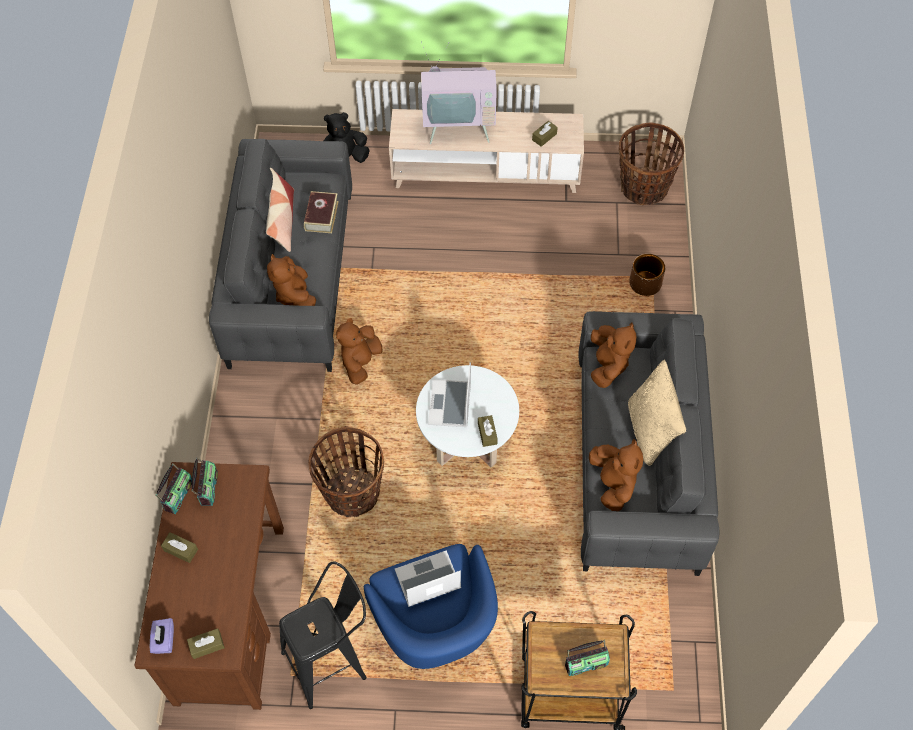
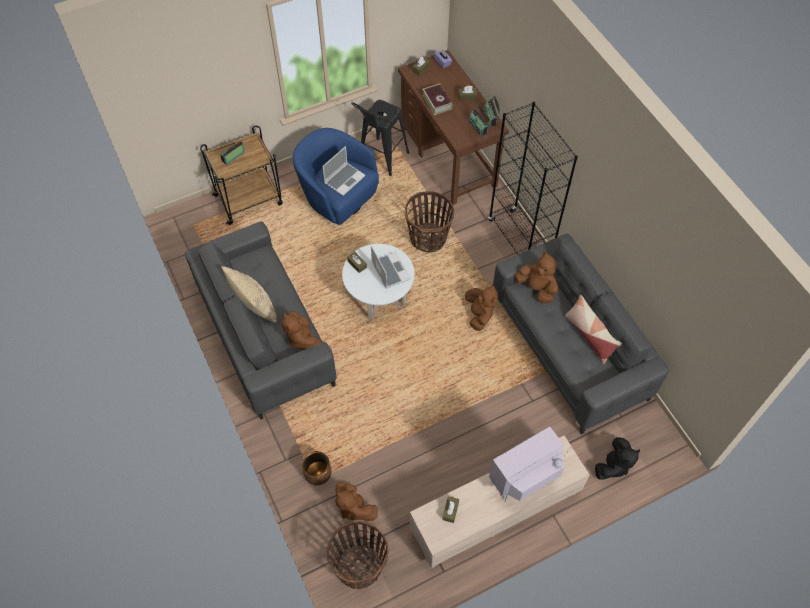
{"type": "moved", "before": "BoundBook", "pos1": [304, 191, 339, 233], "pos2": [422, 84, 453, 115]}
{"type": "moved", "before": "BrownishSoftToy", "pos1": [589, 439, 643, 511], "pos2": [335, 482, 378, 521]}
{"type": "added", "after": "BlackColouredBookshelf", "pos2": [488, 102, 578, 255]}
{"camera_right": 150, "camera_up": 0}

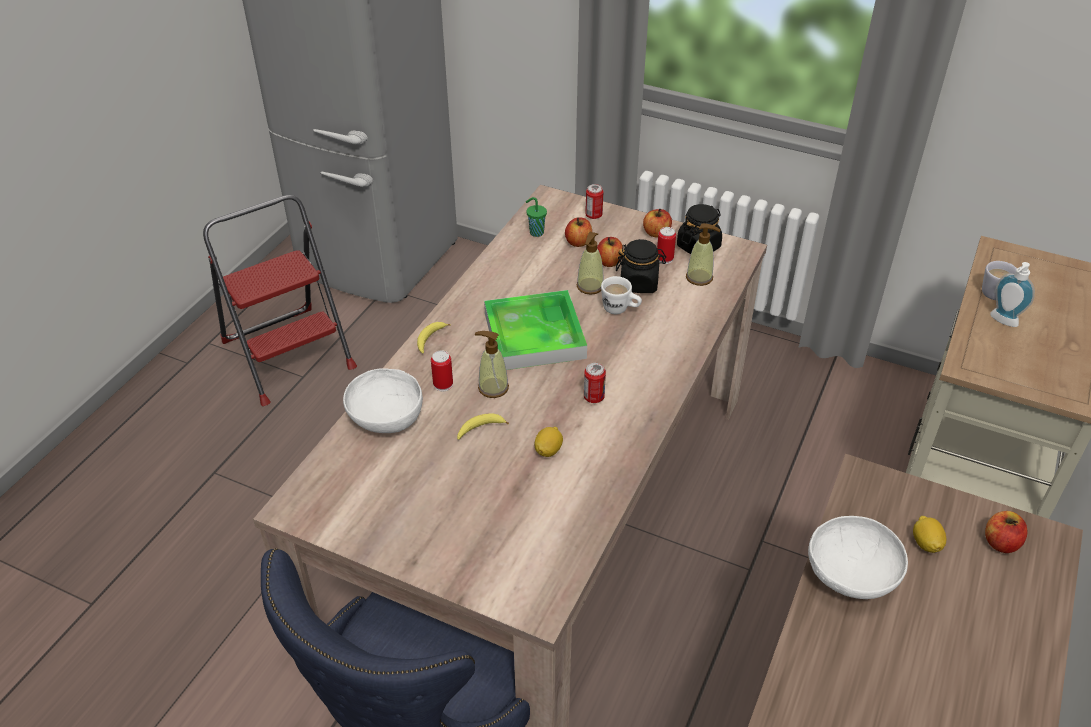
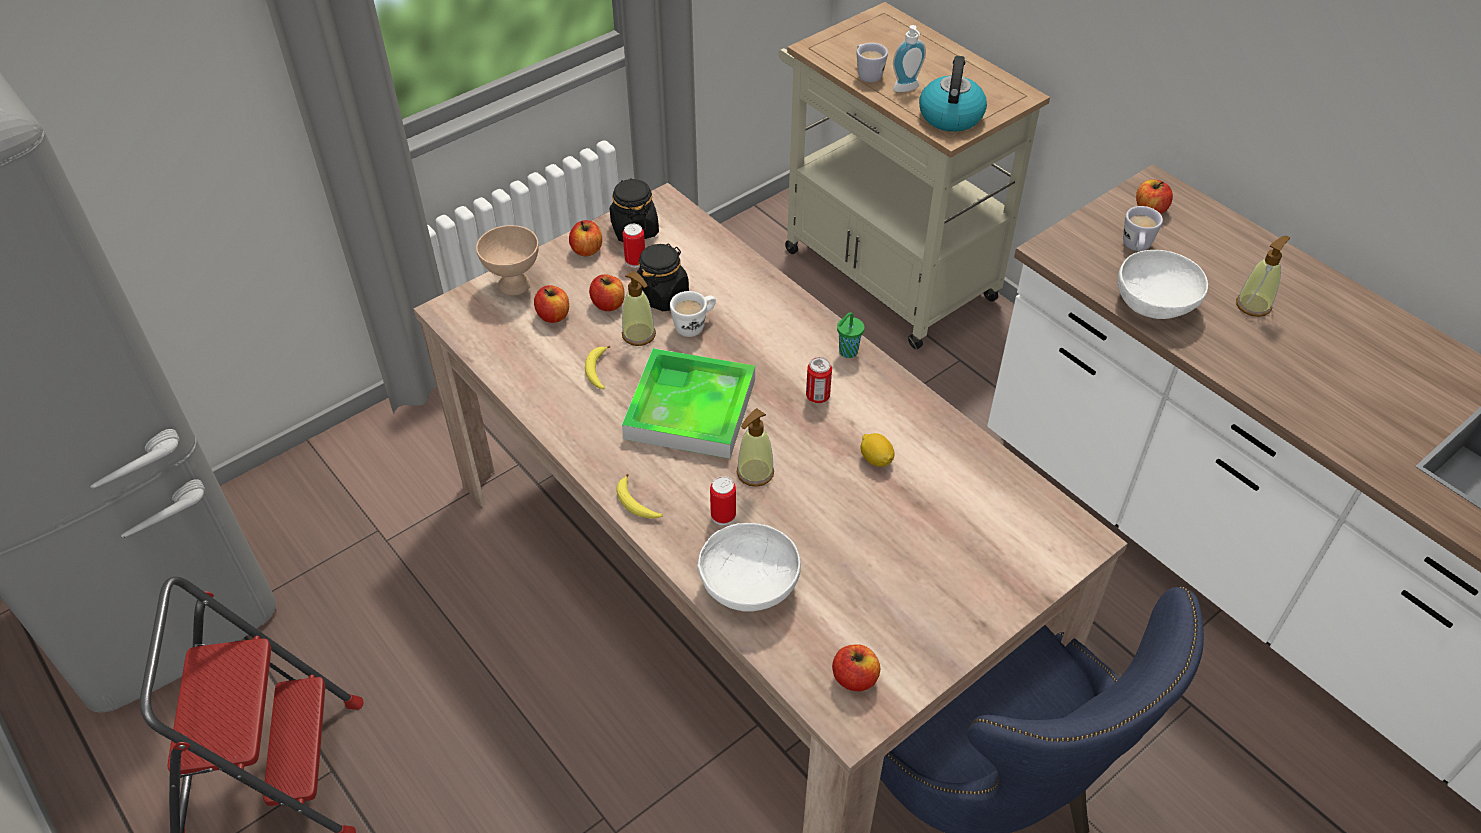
{"type": "replaced", "before": "MetalCan", "after": "SandColouredBowl", "pos1": [585, 184, 603, 219], "pos2": [476, 225, 539, 296]}
{"type": "moved", "before": "GreenishSmallCup", "pos1": [526, 197, 547, 237], "pos2": [837, 312, 864, 358]}
{"type": "moved", "before": "LiquidSoapBottle", "pos1": [686, 223, 721, 286], "pos2": [1236, 236, 1290, 317]}
{"type": "moved", "before": "WholeBanana", "pos1": [457, 413, 509, 440], "pos2": [585, 346, 610, 389]}
{"type": "replaced", "before": "Lemon", "after": "WhiteColouredTeaMug", "pos1": [913, 516, 946, 553], "pos2": [1123, 206, 1163, 251]}
{"type": "added", "after": "TeaKettle", "pos2": [919, 56, 987, 132]}
{"type": "added", "after": "AppleFruit", "pos2": [832, 644, 880, 691]}
{"camera_right": -65, "camera_up": 5}

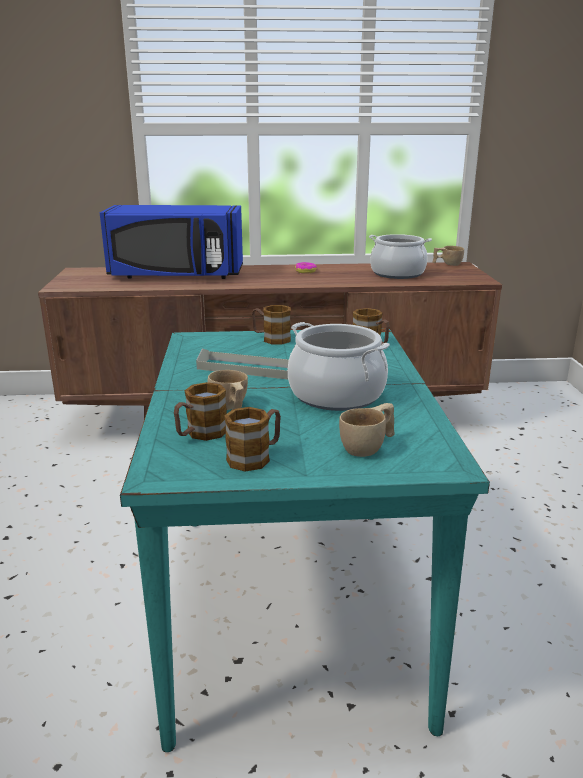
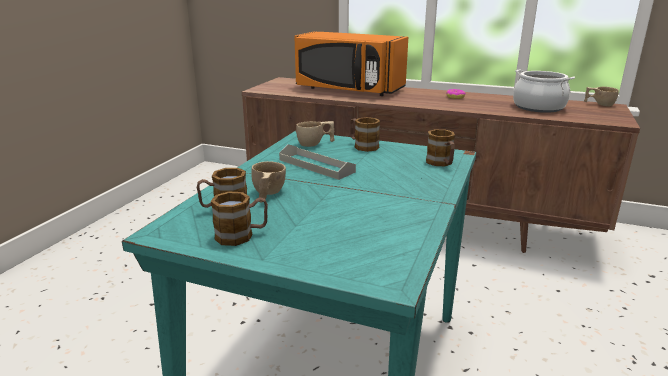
{"type": "recoloured", "before": "BlueColouredMicrowave", "after": "OrangeMicrowave", "pos1": [100, 205, 243, 279], "pos2": [294, 31, 408, 96]}
{"type": "removed", "before": "Saucepot", "pos1": [288, 322, 390, 411]}
{"type": "moved", "before": "SandColouredSmallCup", "pos1": [339, 403, 395, 457], "pos2": [296, 121, 335, 147]}
{"camera_right": 25, "camera_up": 0}

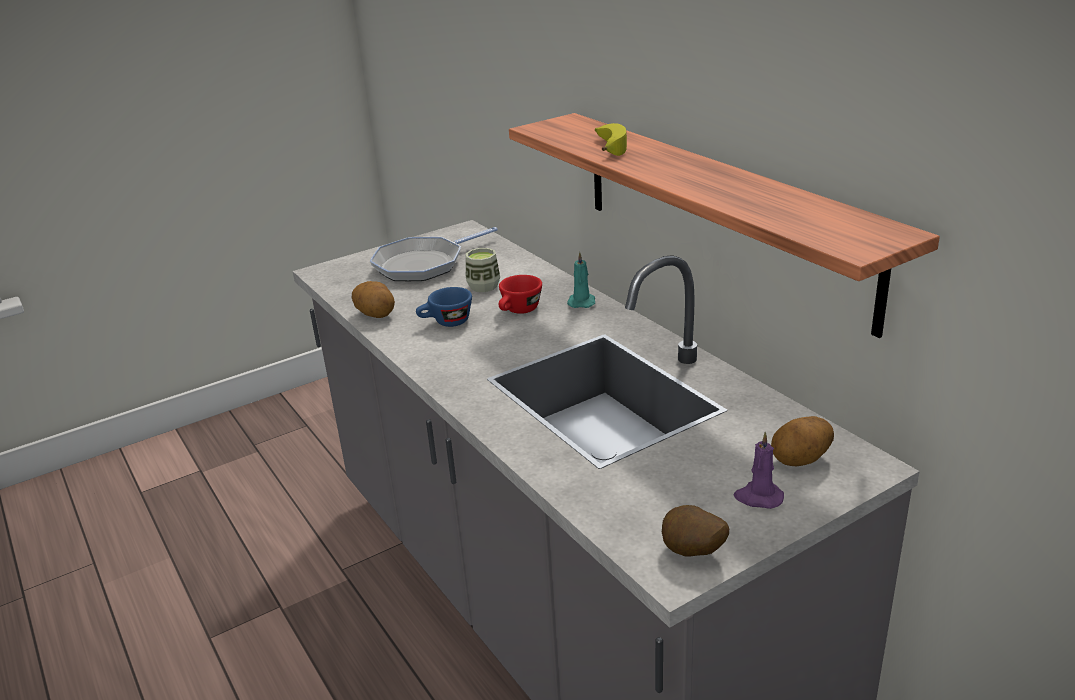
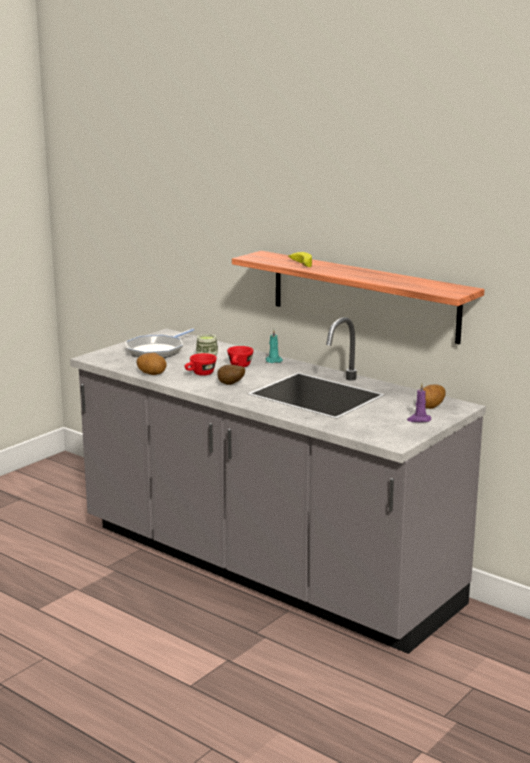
{"type": "recoloured", "before": "BlueColouredSmallCup", "after": "RedColouredSmallCup", "pos1": [416, 287, 472, 327], "pos2": [185, 353, 217, 376]}
{"type": "moved", "before": "WholePotato", "pos1": [662, 505, 729, 556], "pos2": [217, 364, 245, 385]}
{"camera_right": -20, "camera_up": -10}

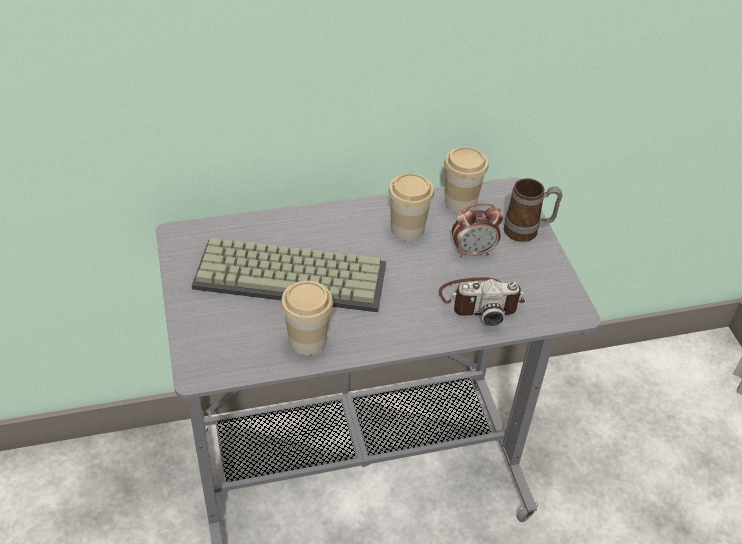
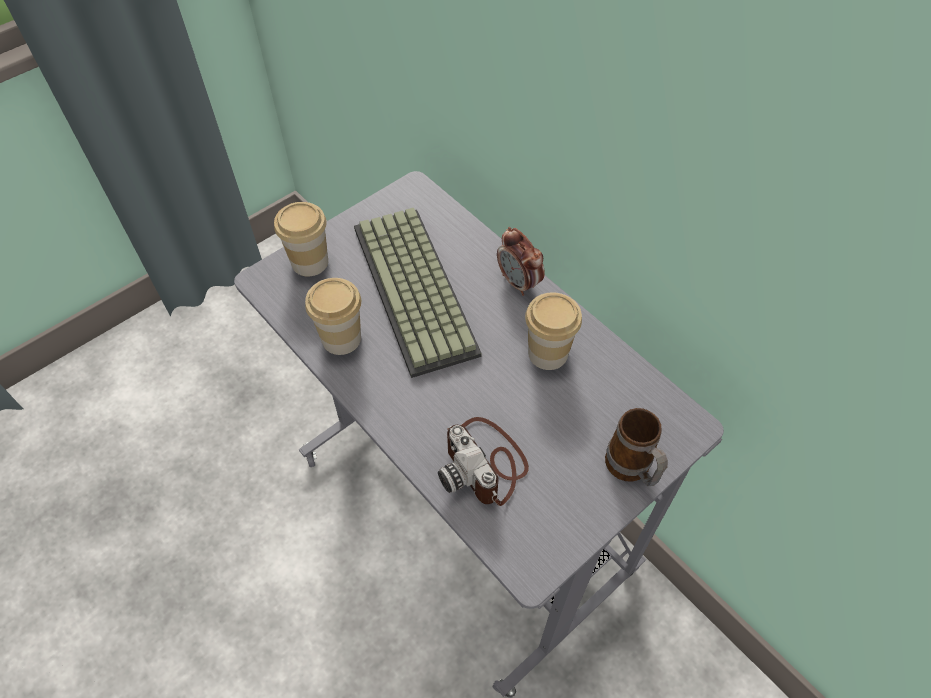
{"type": "moved", "before": "SmallCup", "pos1": [444, 147, 488, 213], "pos2": [274, 202, 328, 277]}
{"type": "moved", "before": "BedsideClock", "pos1": [452, 203, 503, 258], "pos2": [497, 227, 545, 296]}
{"camera_right": 65, "camera_up": 10}

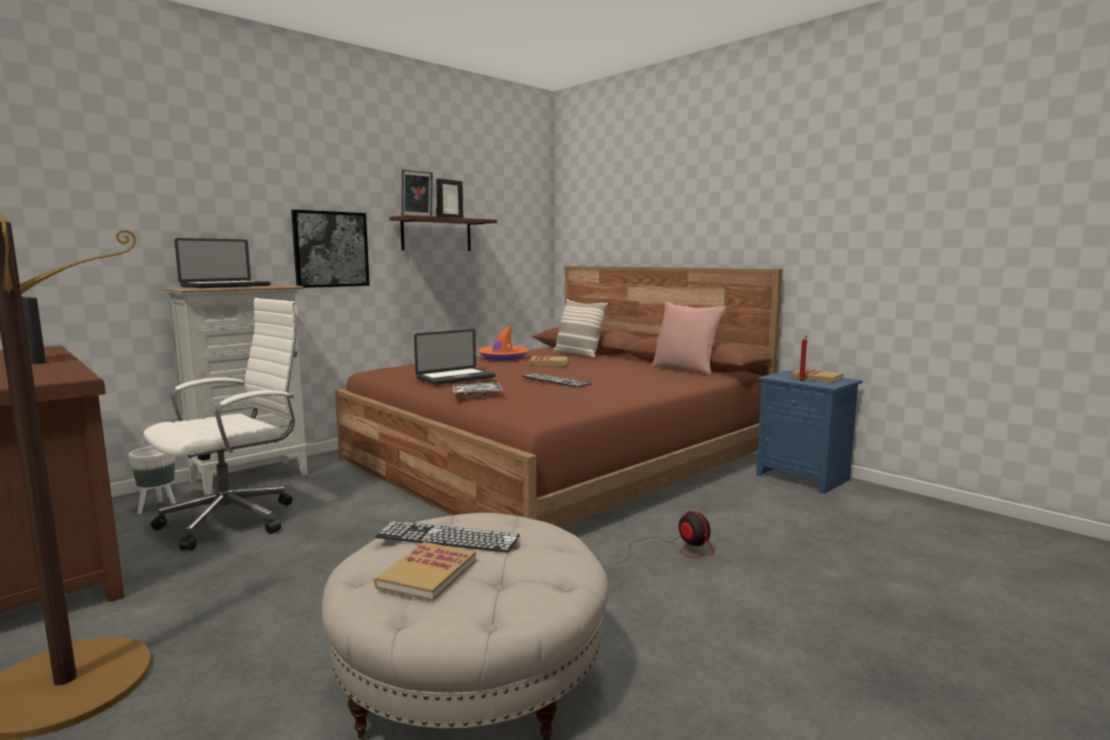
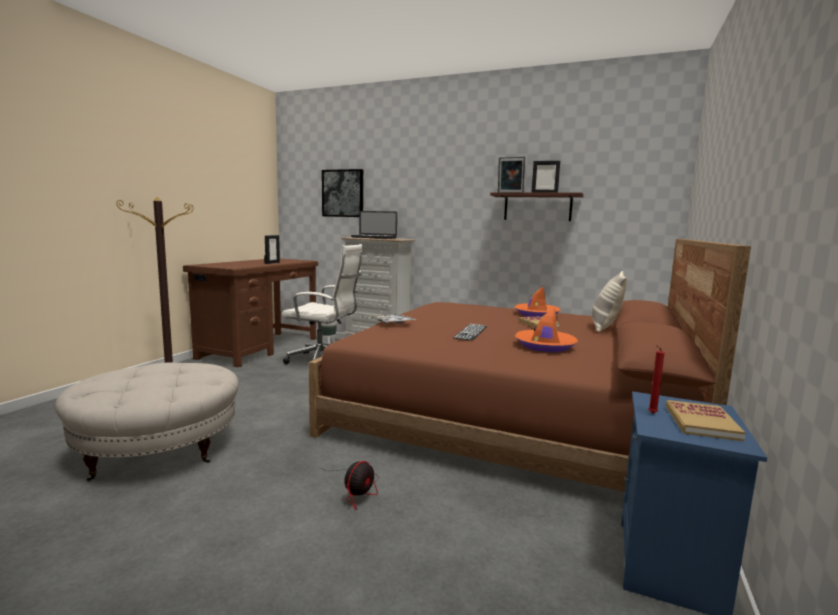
{"type": "moved", "before": "Picture", "pos1": [291, 210, 370, 288], "pos2": [322, 169, 363, 217]}
{"type": "removed", "before": "PinkishPillow", "pos1": [652, 302, 726, 376]}
{"type": "removed", "before": "NotebookComputer", "pos1": [414, 329, 496, 385]}
{"type": "removed", "before": "PcKeyboard", "pos1": [375, 521, 520, 552]}
{"type": "removed", "before": "BoundBook", "pos1": [374, 542, 476, 601]}
{"type": "added", "after": "OrangeWearableHat", "pos2": [514, 307, 578, 352]}
{"camera_right": 65, "camera_up": 0}

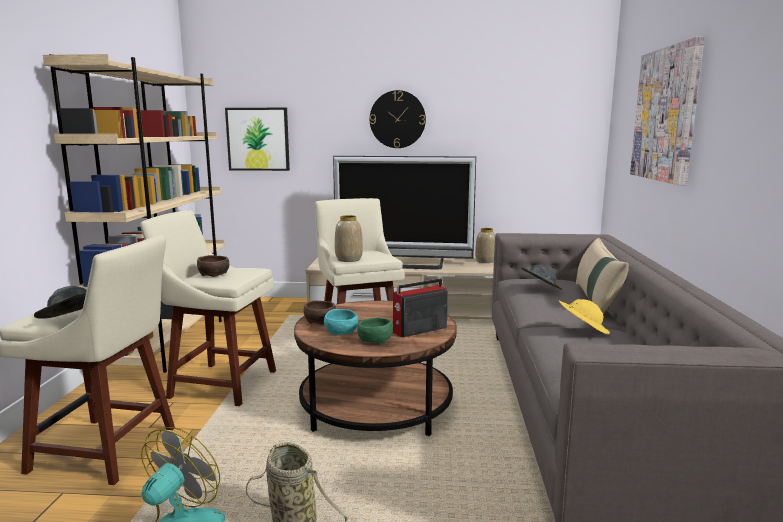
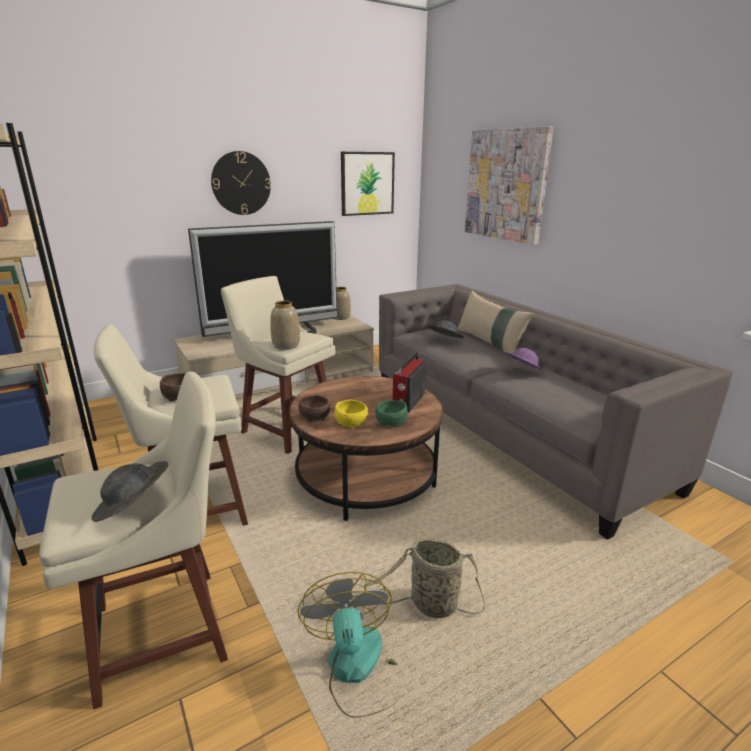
{"type": "moved", "before": "Picture", "pos1": [225, 108, 290, 171], "pos2": [341, 152, 395, 216]}
{"type": "recoloured", "before": "YellowColouredWearableHat", "after": "PurpleWearableHat", "pos1": [559, 299, 610, 334], "pos2": [503, 348, 545, 371]}
{"type": "recoloured", "before": "BlueGreenBowl", "after": "YellowColouredBowl", "pos1": [324, 309, 358, 335], "pos2": [334, 400, 368, 428]}
{"camera_right": -35, "camera_up": 10}

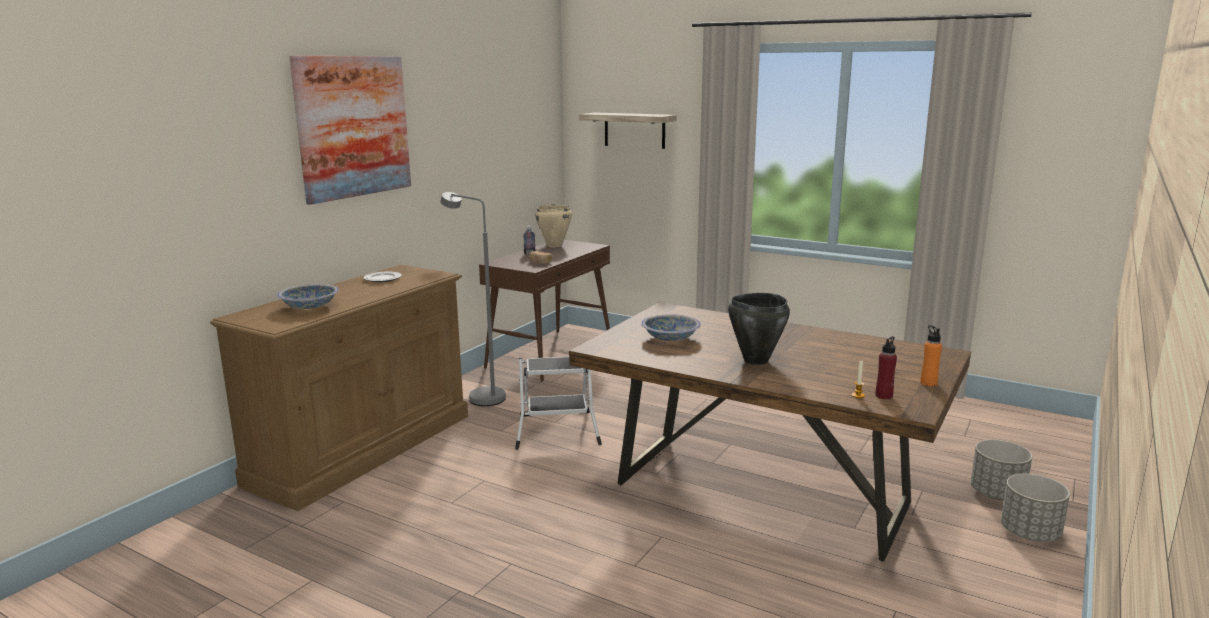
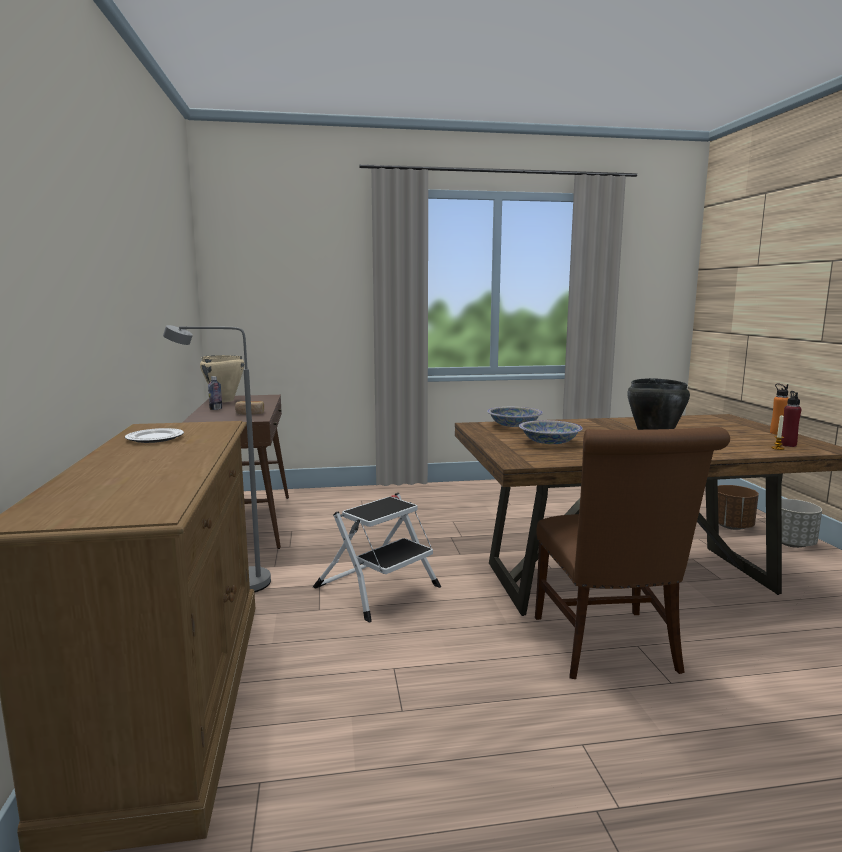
{"type": "removed", "before": "Picture", "pos1": [290, 56, 411, 205]}
{"type": "removed", "before": "WallShelf", "pos1": [579, 112, 677, 149]}
{"type": "moved", "before": "Bowl", "pos1": [277, 284, 339, 309], "pos2": [487, 407, 543, 427]}
{"type": "recoloured", "before": "GreyishPlantPot", "after": "BrownishPlantPot", "pos1": [971, 440, 1032, 500], "pos2": [718, 485, 759, 530]}
{"type": "added", "after": "BrownishPlainChair", "pos2": [535, 427, 730, 679]}
{"camera_right": -40, "camera_up": -5}

